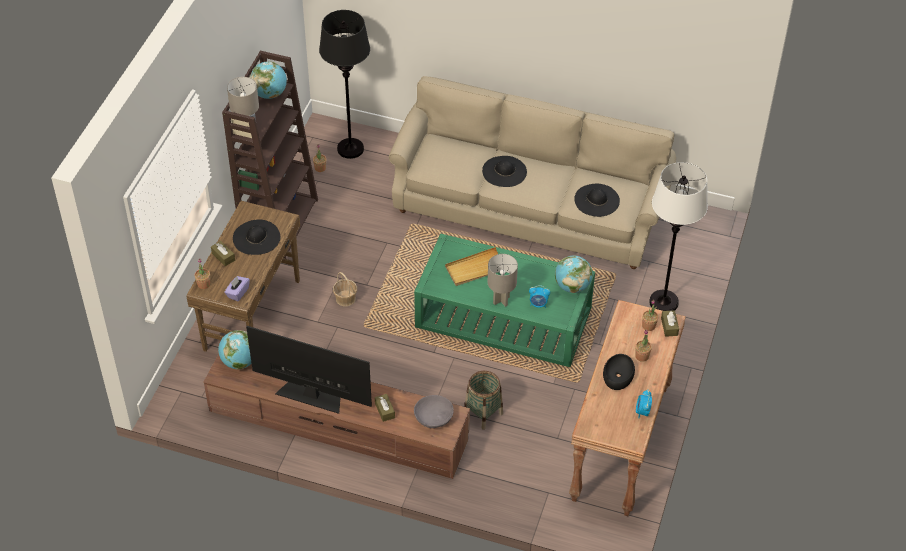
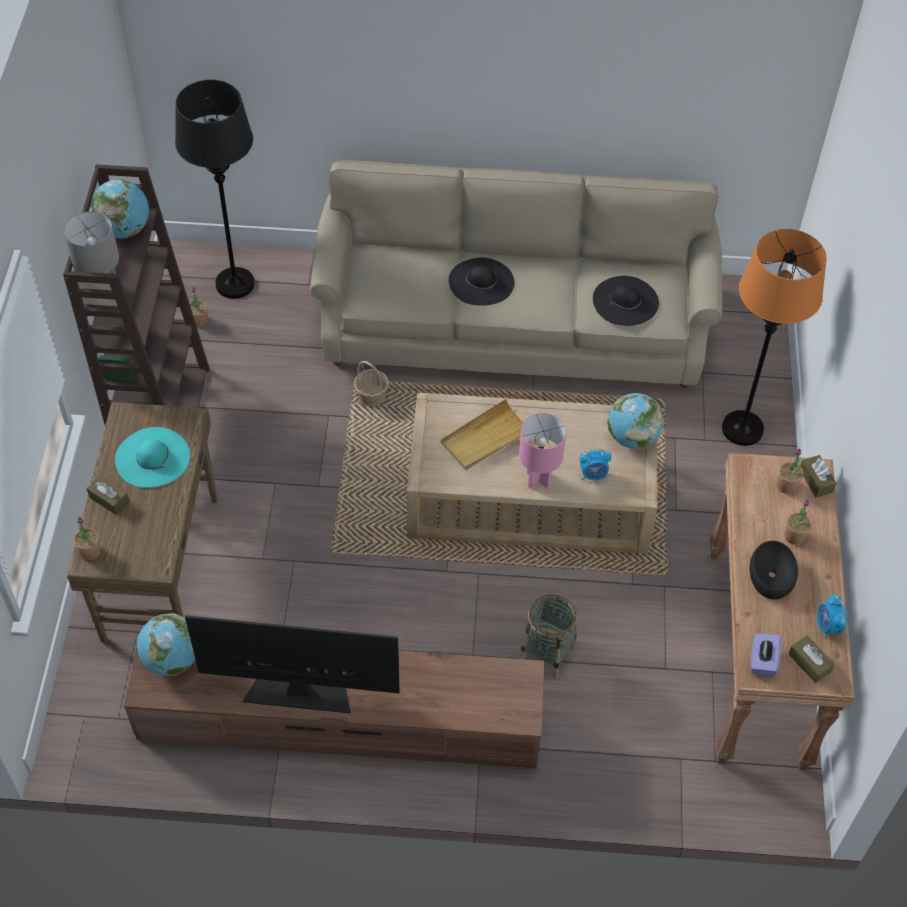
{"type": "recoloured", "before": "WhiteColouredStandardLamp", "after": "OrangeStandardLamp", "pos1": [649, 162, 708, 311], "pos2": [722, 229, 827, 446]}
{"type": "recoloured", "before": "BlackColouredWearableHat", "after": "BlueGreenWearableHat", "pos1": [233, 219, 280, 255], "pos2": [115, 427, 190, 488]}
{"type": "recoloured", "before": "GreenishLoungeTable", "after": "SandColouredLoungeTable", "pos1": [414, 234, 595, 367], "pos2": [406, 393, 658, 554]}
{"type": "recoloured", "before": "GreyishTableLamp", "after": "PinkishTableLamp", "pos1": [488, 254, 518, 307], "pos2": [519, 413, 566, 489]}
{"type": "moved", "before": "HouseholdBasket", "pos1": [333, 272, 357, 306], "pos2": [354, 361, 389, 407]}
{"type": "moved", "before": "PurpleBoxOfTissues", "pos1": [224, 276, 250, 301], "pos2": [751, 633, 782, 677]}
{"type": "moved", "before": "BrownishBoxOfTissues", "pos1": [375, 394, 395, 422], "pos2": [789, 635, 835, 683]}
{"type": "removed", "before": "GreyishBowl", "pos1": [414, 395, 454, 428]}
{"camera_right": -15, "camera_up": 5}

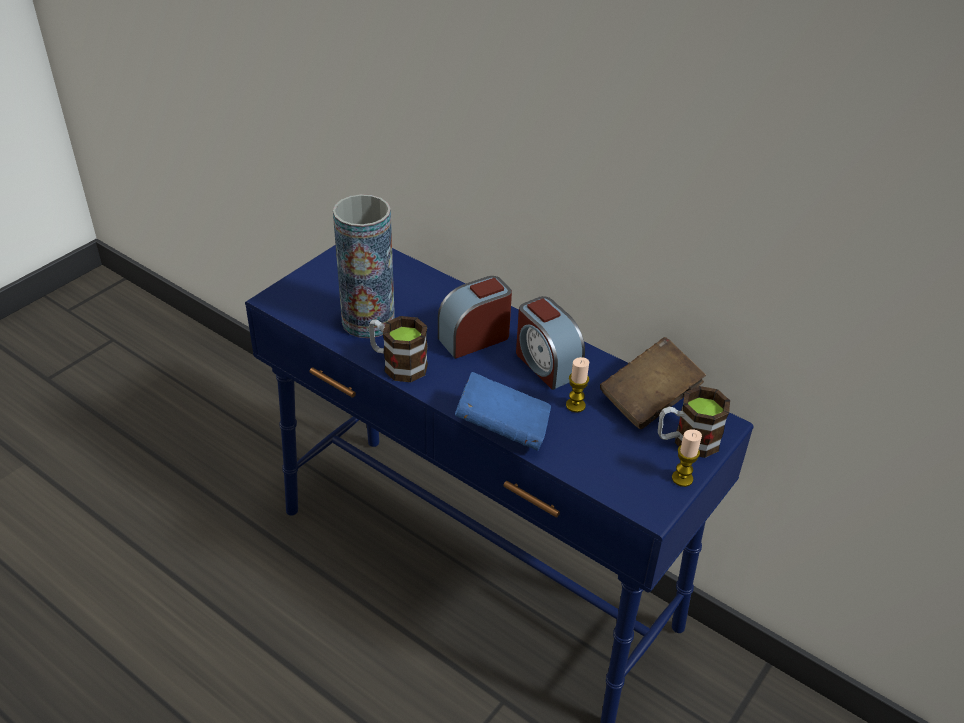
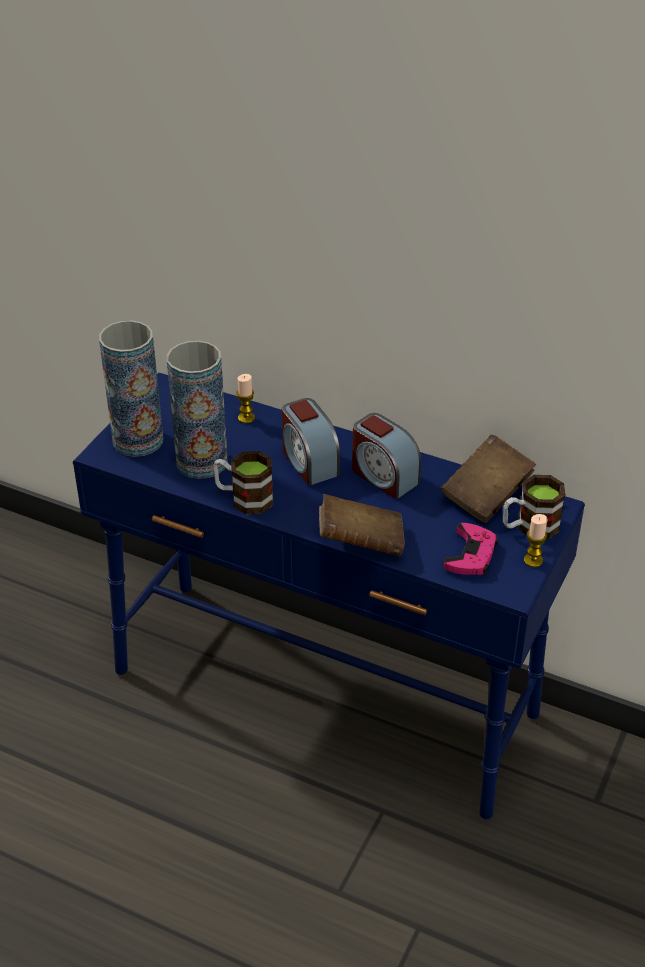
{"type": "turned", "before": "BedsideClock", "pos1": [438, 276, 512, 359], "pos2": [282, 398, 340, 486], "turn": -75}
{"type": "moved", "before": "WaxCandle", "pos1": [566, 357, 589, 412], "pos2": [236, 374, 255, 423]}
{"type": "recoloured", "before": "BlueColouredBoundBook", "after": "BrownishBoundBook", "pos1": [455, 372, 551, 451], "pos2": [319, 494, 405, 557]}
{"type": "added", "after": "FlowerVase", "pos2": [99, 320, 163, 457]}
{"type": "added", "after": "PinkishGameController", "pos2": [444, 523, 498, 575]}
{"camera_right": -10, "camera_up": 0}

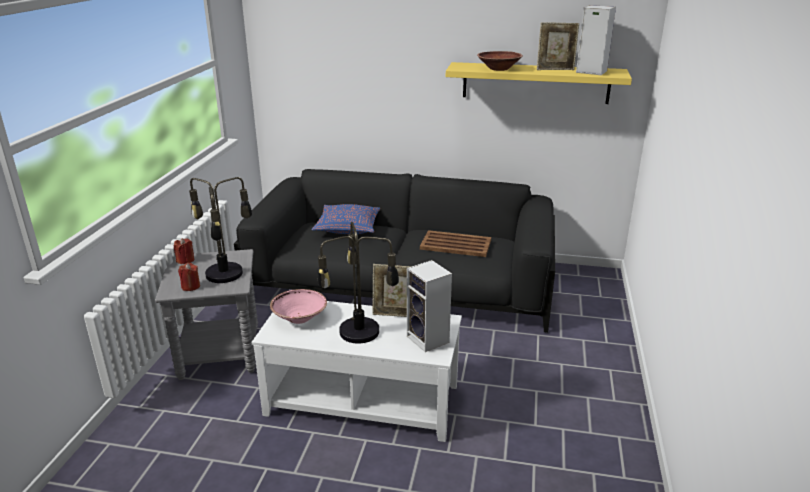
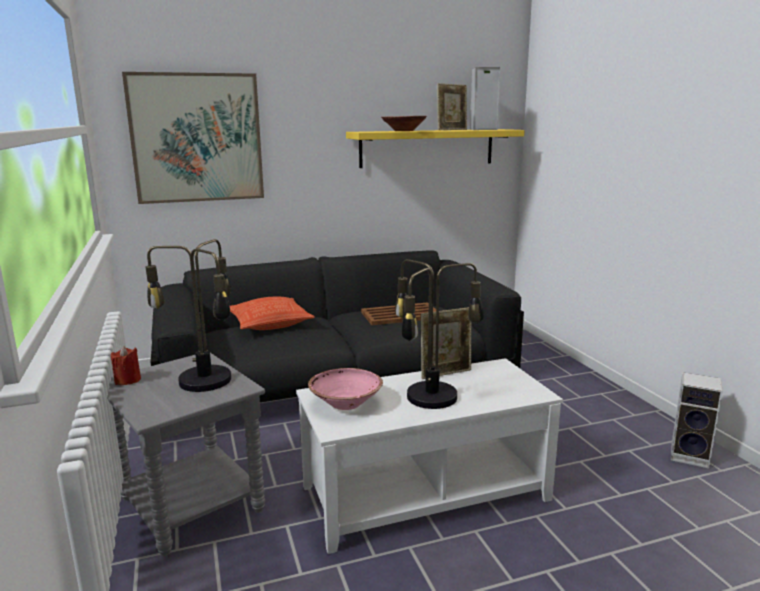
{"type": "recoloured", "before": "BlueColouredPillow", "after": "OrangePillow", "pos1": [312, 204, 380, 234], "pos2": [230, 297, 315, 330]}
{"type": "moved", "before": "Speaker", "pos1": [407, 260, 452, 352], "pos2": [671, 372, 723, 468]}
{"type": "removed", "before": "RedColouredWaxCandle", "pos1": [178, 263, 200, 291]}
{"type": "added", "after": "Picture", "pos2": [122, 72, 264, 204]}
{"camera_right": -30, "camera_up": -10}

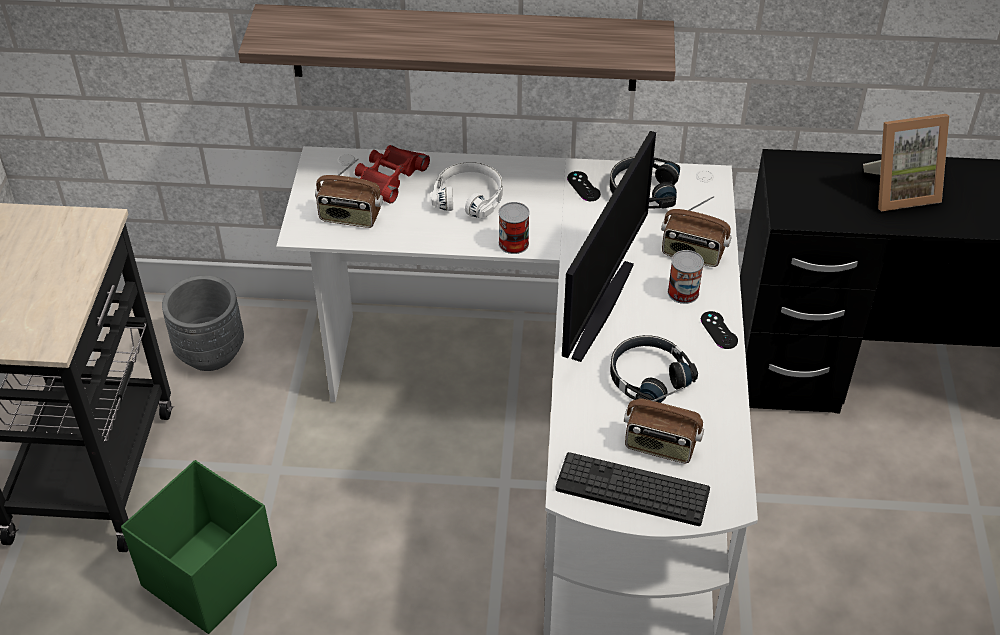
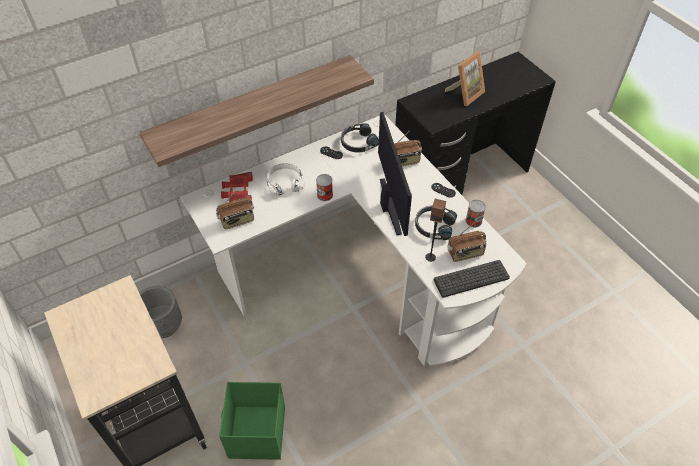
{"type": "moved", "before": "MetalCan", "pos1": [668, 250, 704, 304], "pos2": [466, 200, 486, 227]}
{"type": "added", "after": "Speaker", "pos2": [425, 199, 446, 262]}
{"camera_right": -35, "camera_up": 5}

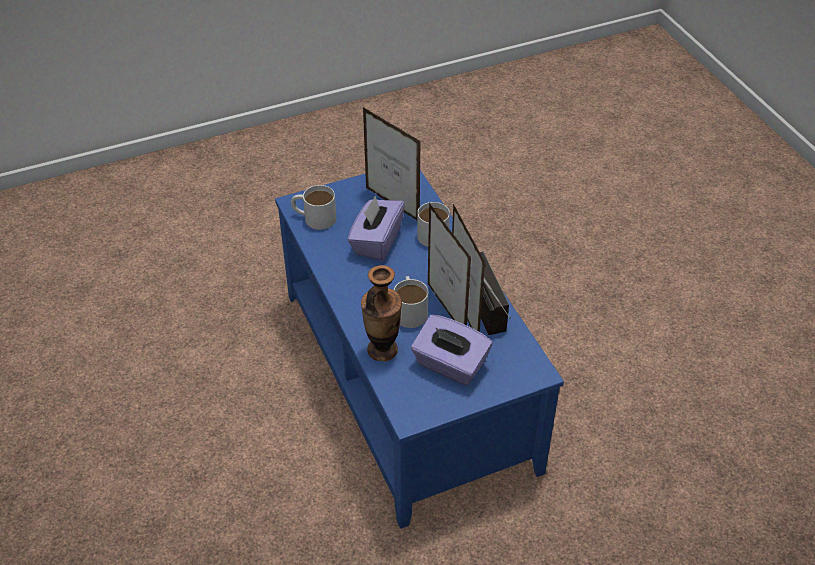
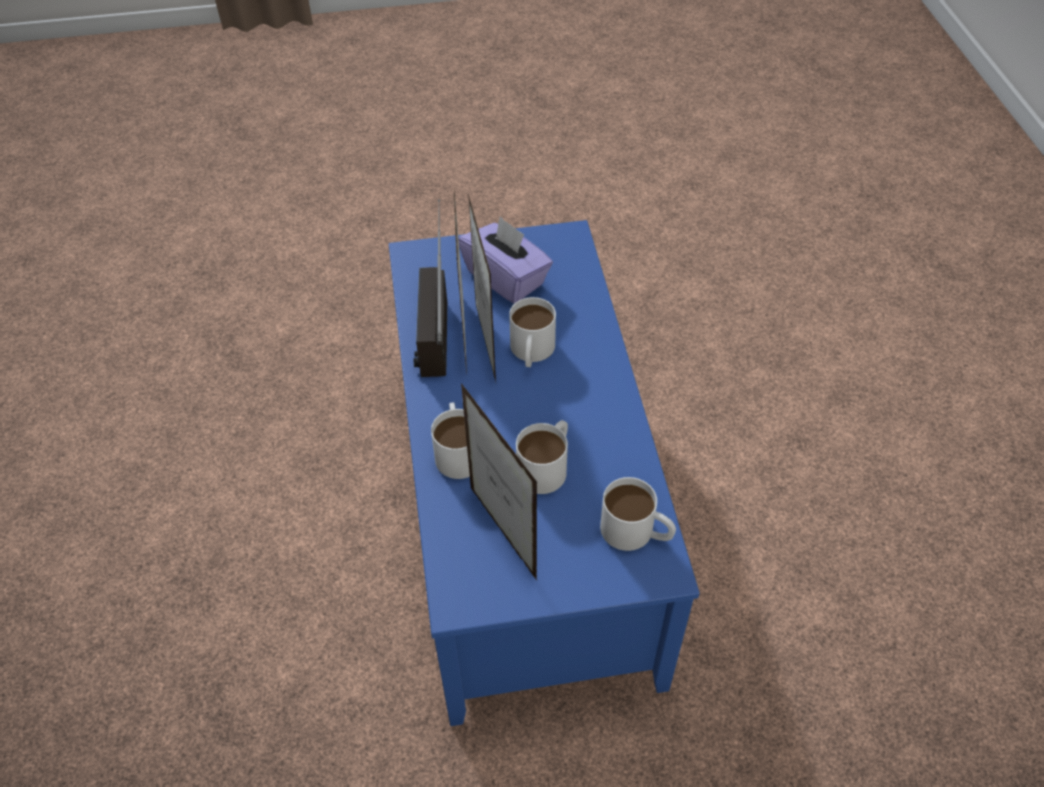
{"type": "replaced", "before": "PurpleBoxOfTissues", "after": "WhiteColouredTeaMug", "pos1": [348, 196, 405, 261], "pos2": [516, 420, 568, 494]}
{"type": "removed", "before": "FlowerVase", "pos1": [361, 265, 402, 362]}
{"camera_right": -165, "camera_up": 5}

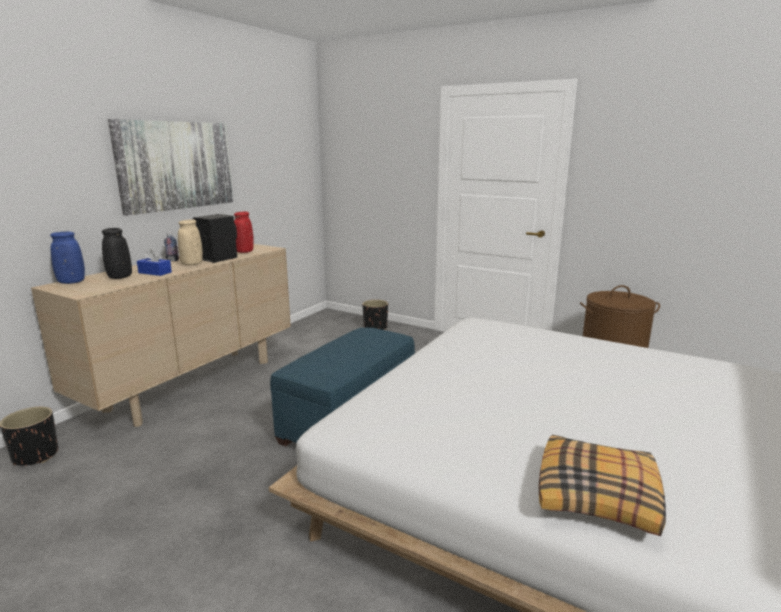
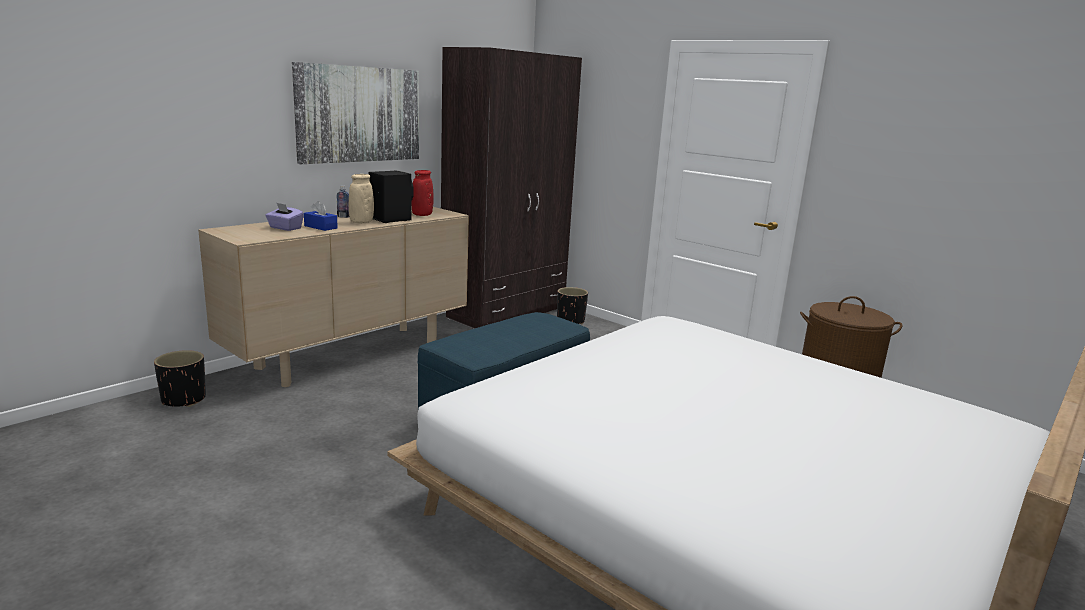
{"type": "replaced", "before": "BlackColouredFlowerVase", "after": "PurpleBoxOfTissues", "pos1": [102, 228, 132, 279], "pos2": [265, 202, 304, 231]}
{"type": "removed", "before": "BlueColouredFlowerVase", "pos1": [50, 232, 85, 284]}
{"type": "removed", "before": "Pillow", "pos1": [539, 435, 666, 536]}
{"type": "added", "after": "BrownishArmoire", "pos2": [441, 47, 582, 329]}
{"camera_right": 10, "camera_up": 0}

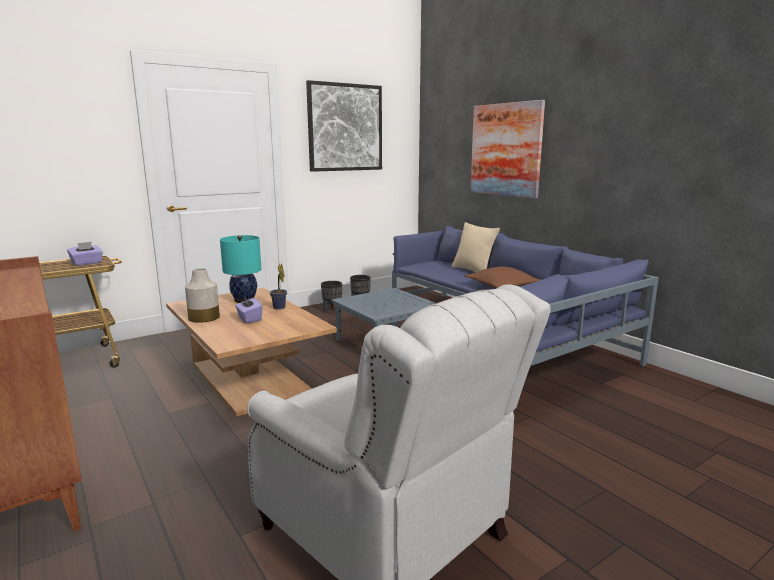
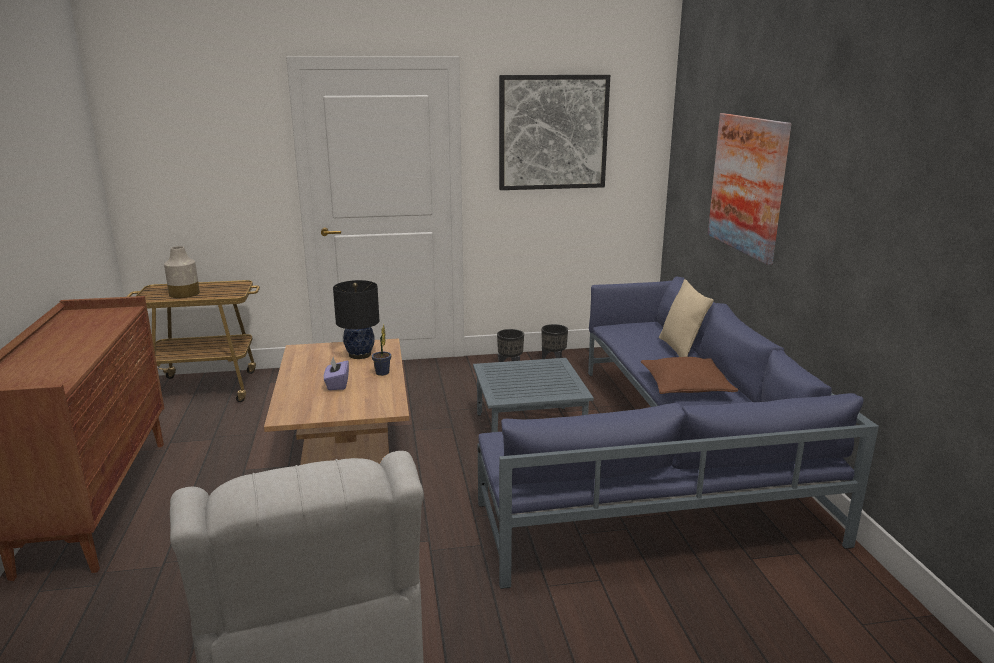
{"type": "recoloured", "before": "BlueGreenTableLamp", "after": "BlackColouredTableLamp", "pos1": [220, 235, 261, 303], "pos2": [333, 280, 380, 359]}
{"type": "removed", "before": "PurpleBoxOfTissues", "pos1": [67, 242, 103, 266]}
{"type": "moved", "before": "SandColouredFlowerVase", "pos1": [185, 268, 220, 323], "pos2": [164, 246, 200, 298]}
{"camera_right": 25, "camera_up": 5}

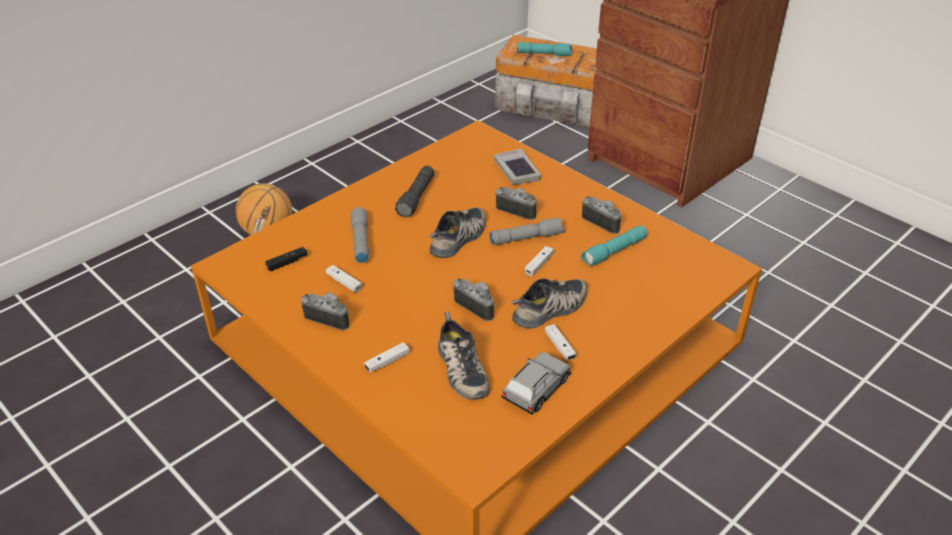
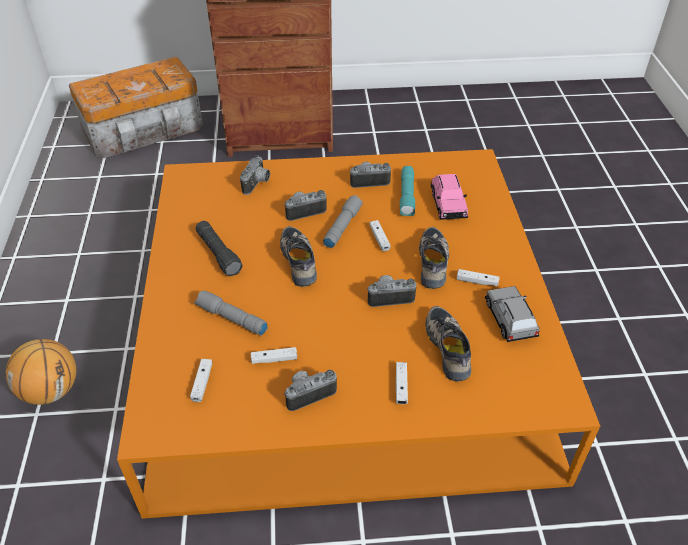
{"type": "removed", "before": "BlueGreenHandTorch", "pos1": [517, 42, 572, 56]}
{"type": "replaced", "before": "BoundBook", "after": "StillCamera", "pos1": [494, 149, 541, 185], "pos2": [240, 155, 270, 195]}
{"type": "recoloured", "before": "BlackColouredGameController", "after": "WhiteColouredGameController", "pos1": [265, 247, 308, 271], "pos2": [190, 359, 212, 402]}
{"type": "turned", "before": "LowShoe", "pos1": [438, 312, 490, 400], "pos2": [426, 306, 471, 382], "turn": -120}
{"type": "added", "after": "PinkishModelCar", "pos2": [431, 174, 468, 220]}
{"camera_right": -50, "camera_up": 5}

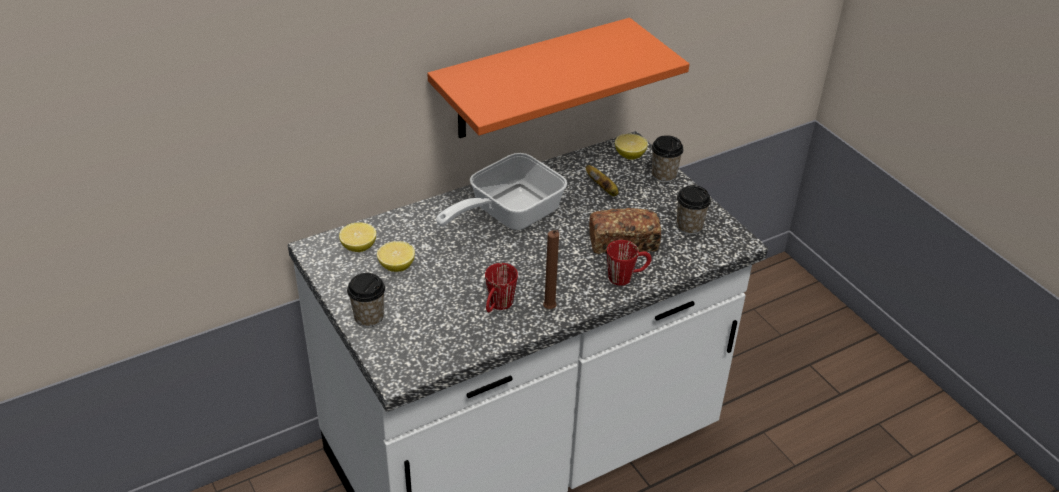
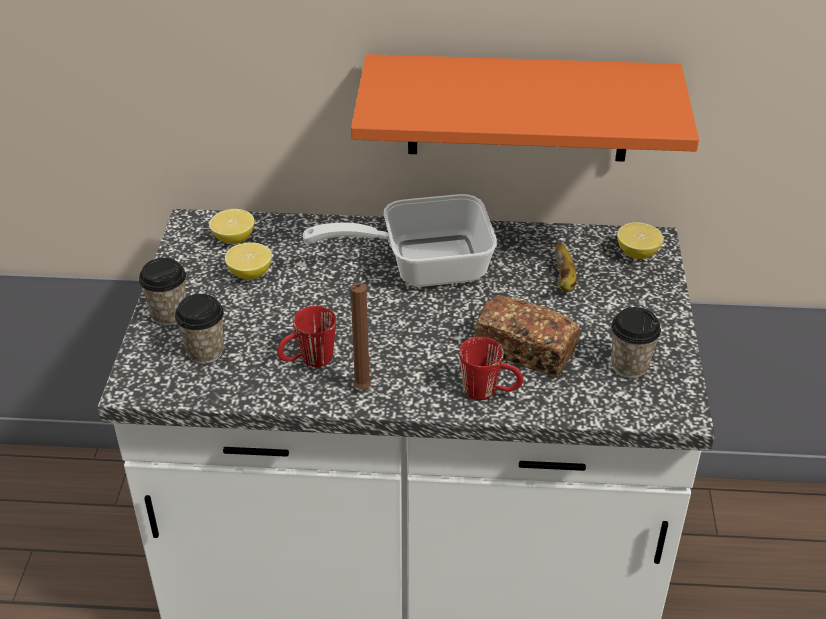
{"type": "moved", "before": "SmallCup", "pos1": [652, 135, 684, 183], "pos2": [175, 294, 224, 364]}
{"camera_right": 35, "camera_up": 0}

